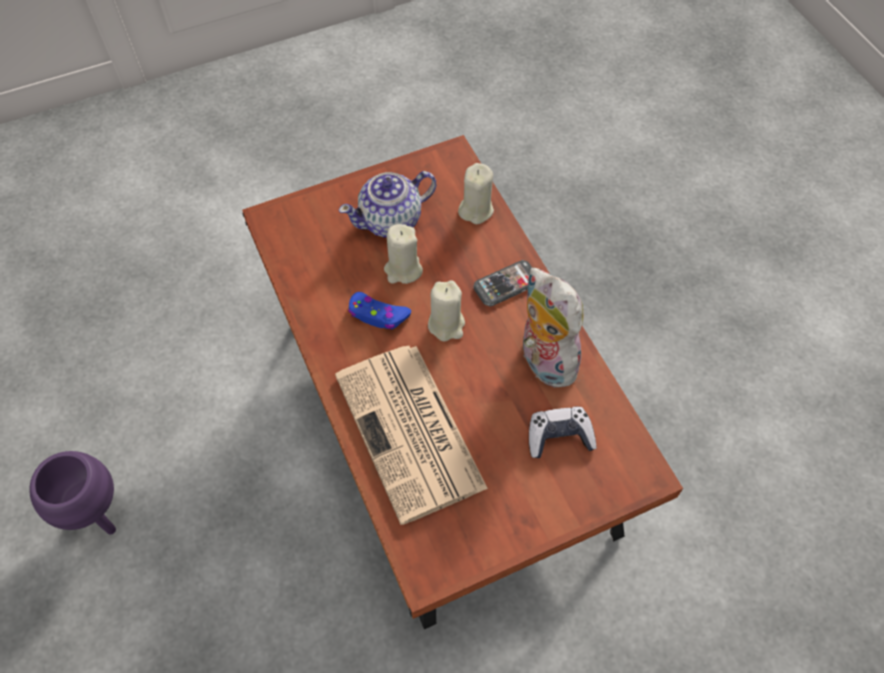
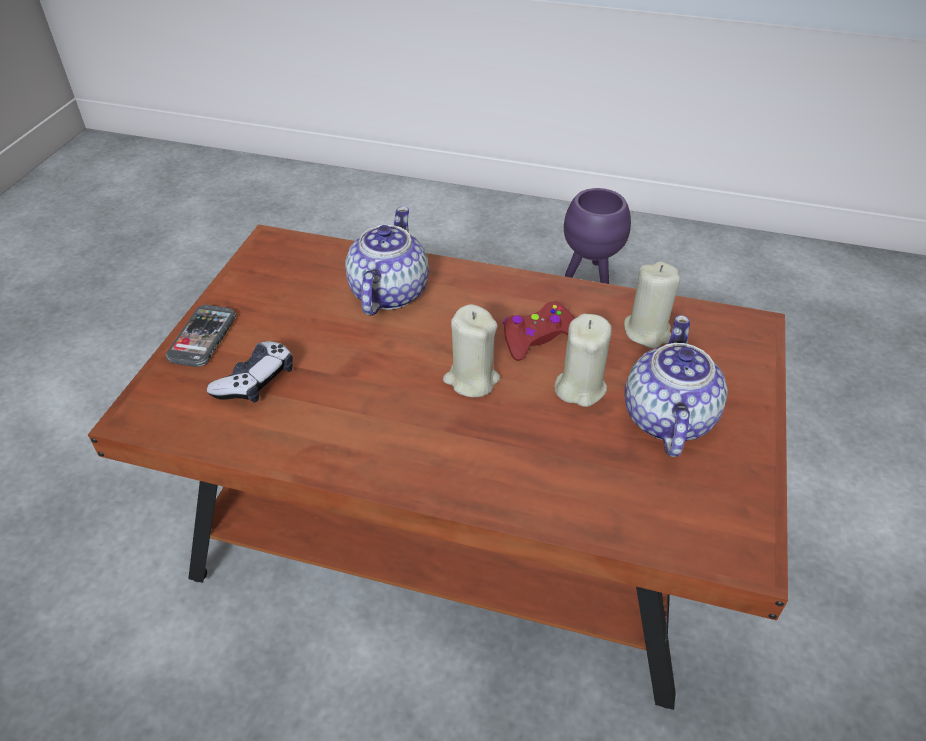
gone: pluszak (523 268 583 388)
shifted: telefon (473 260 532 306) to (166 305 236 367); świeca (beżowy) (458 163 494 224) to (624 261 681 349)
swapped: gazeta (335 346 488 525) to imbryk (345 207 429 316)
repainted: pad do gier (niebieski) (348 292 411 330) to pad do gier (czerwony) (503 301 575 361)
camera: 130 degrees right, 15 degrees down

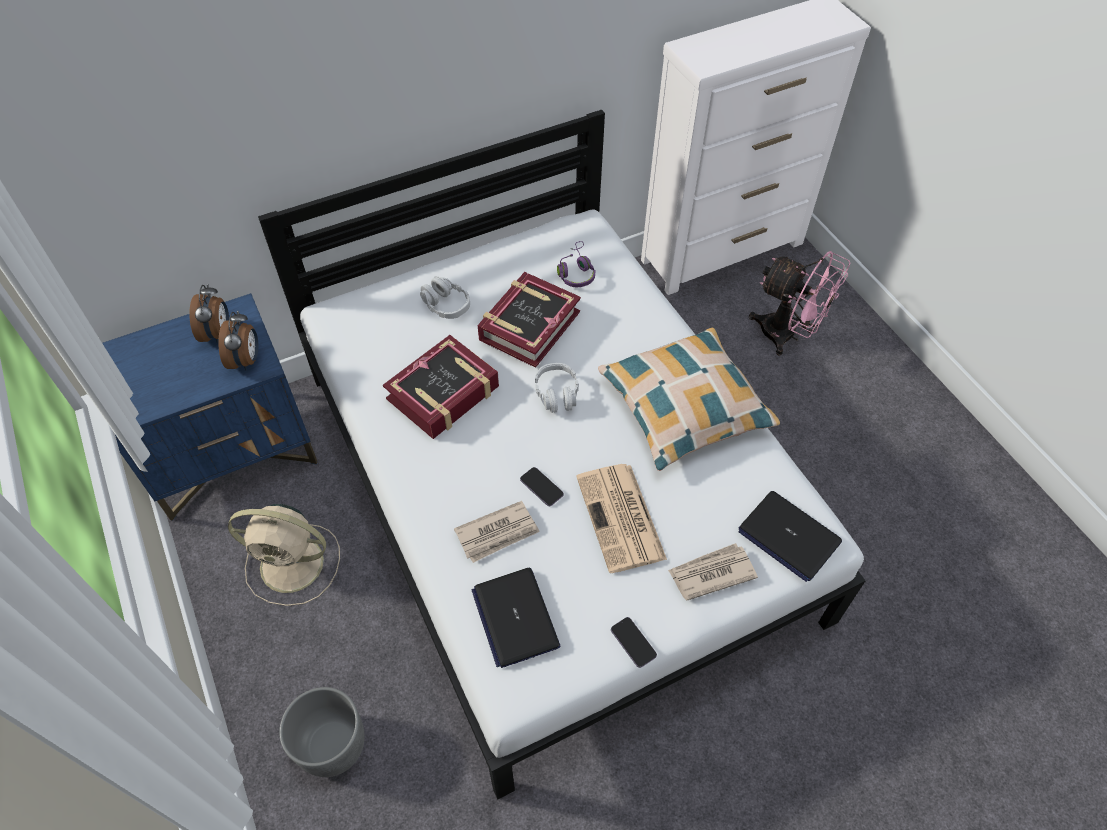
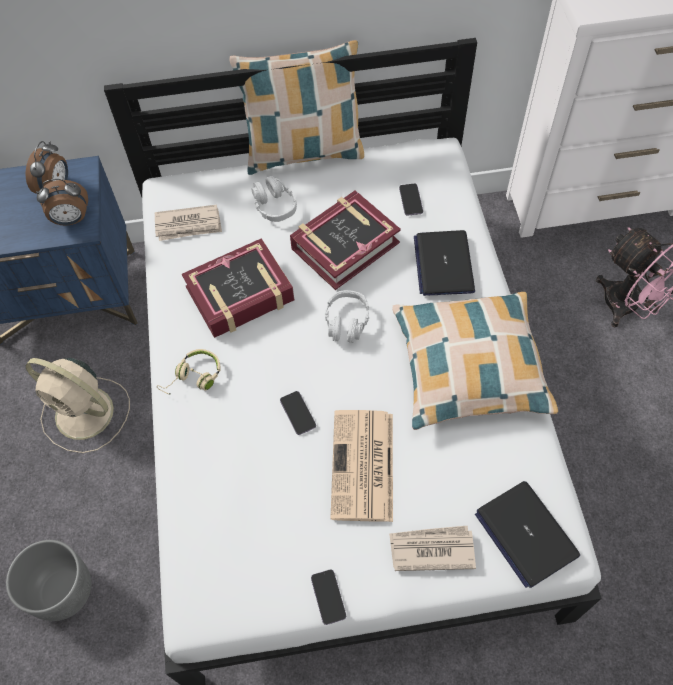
new: słuchawki (beżowy) (157 349 221 395); poduszka (230 40 364 175)
shifted: gazeta (454 501 540 563) to (155 205 222 241); laptop (472 568 560 668) to (414 230 475 296)
swapped: słuchawki (fioletowy) (557 241 595 287) to telefon (399 184 423 216)
rotated: budzik (218 311 258 370) = (36 179 88 226) 60 degrees clockwise
camera: 20 degrees right, 5 degrees up

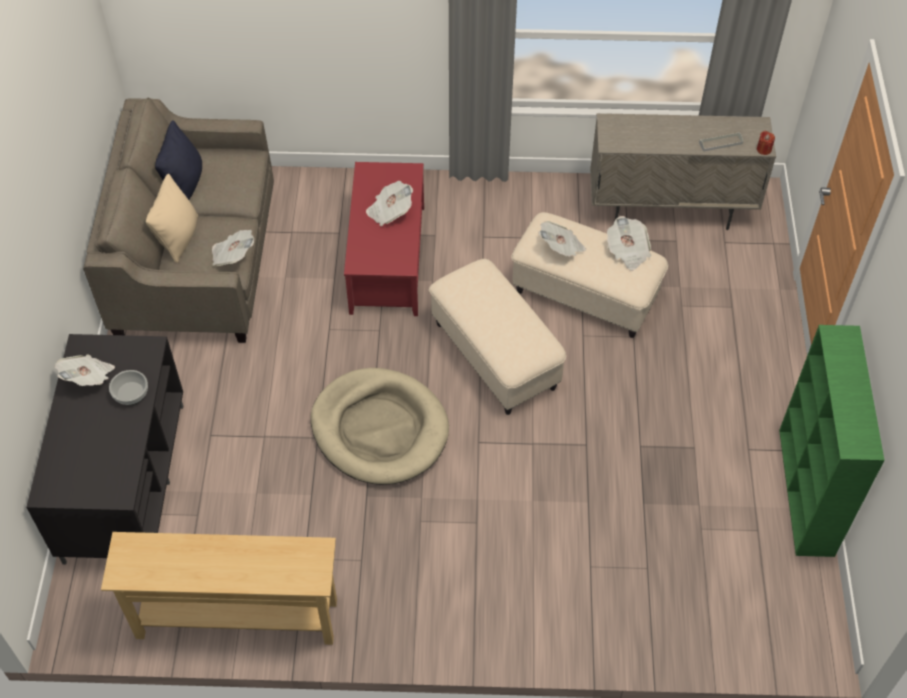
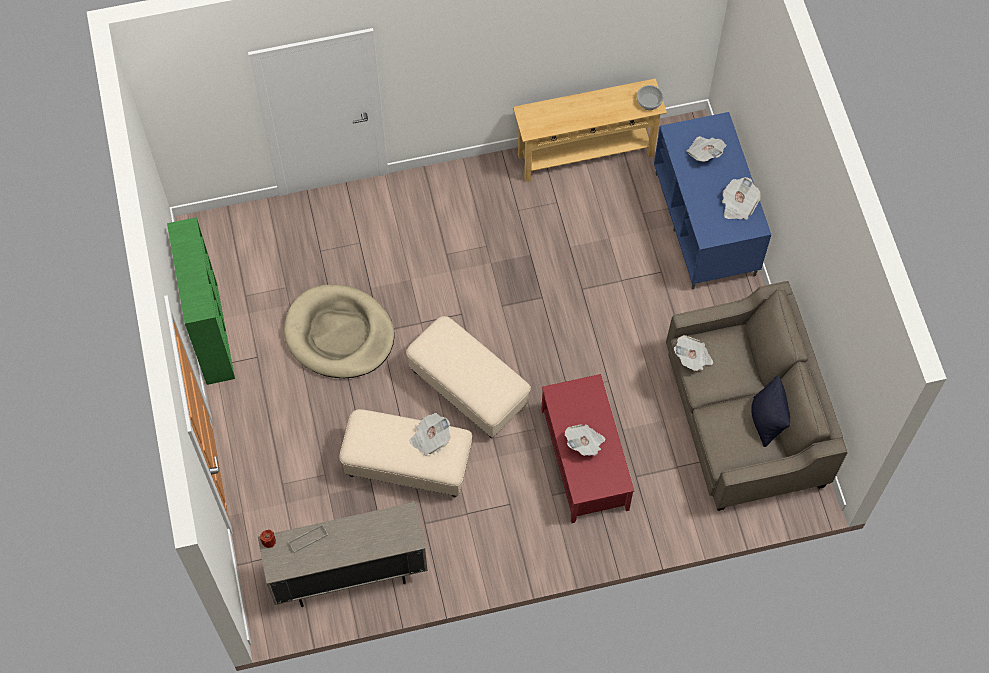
gone: poduszka (beżowy) (146 174 198 263)
shifted: legowisko (beżowy) (311 368 449 485) to (284 284 395 378); miska (109 370 148 405) to (637 85 664 110); gazeta (607 216 652 271) to (686 136 726 161)
repainted: szafka pod telewizor (czarny) (26 334 183 565) to szafka pod telewizor (niebieski) (654 112 771 289)
camera: 165 degrees right, 10 degrees up

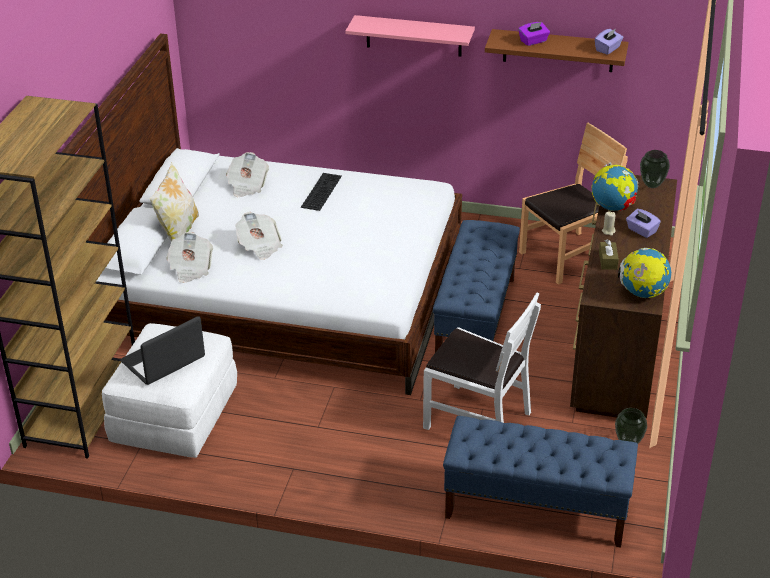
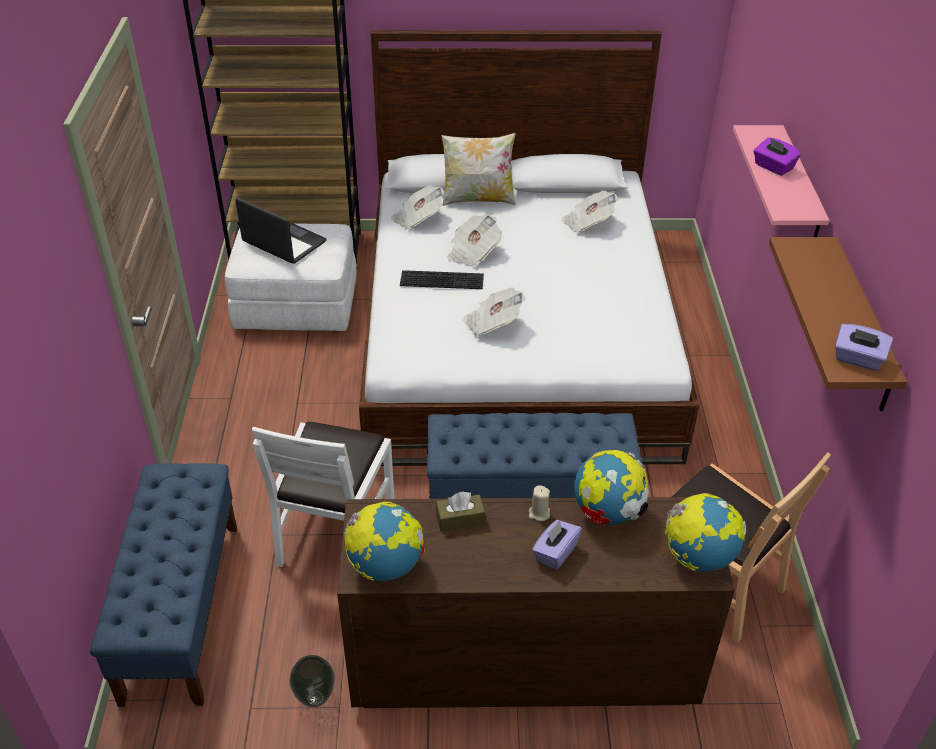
new: gazeta (463 287 525 336)
shifted: klawiatura (301 173 342 211) to (400 270 484 289); pudełko chusteczek (fioletowy) (518 22 550 46) to (754 137 801 176)
swapped: wazon (640 150 670 188) to globus (666 493 746 572)
camera: 75 degrees right, 5 degrees up

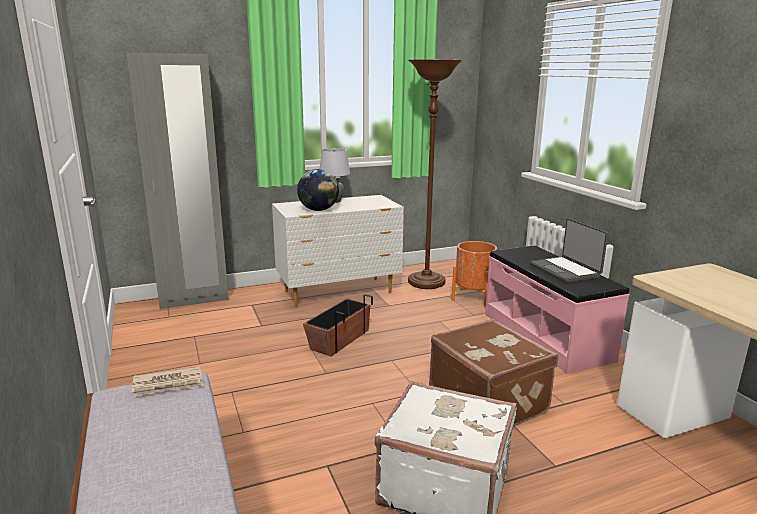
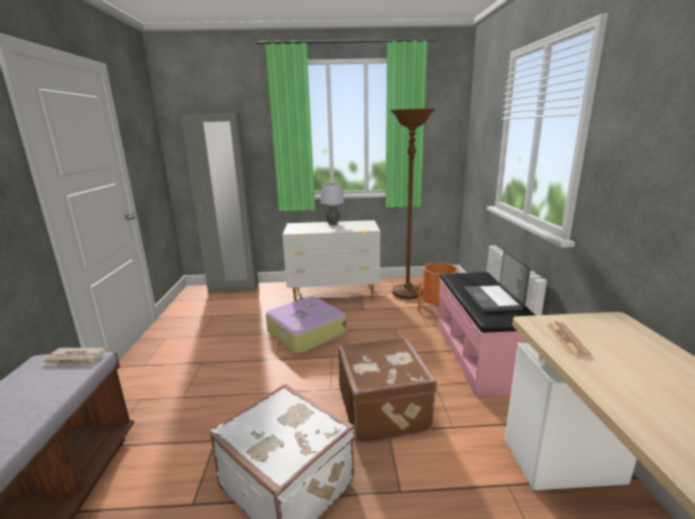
gone: globus (297 169 339 211)
new: gazeta (547 322 591 356)
swapped: donica (303 294 373 356) to walizka (266 296 347 354)
camera: 20 degrees right, 0 degrees up

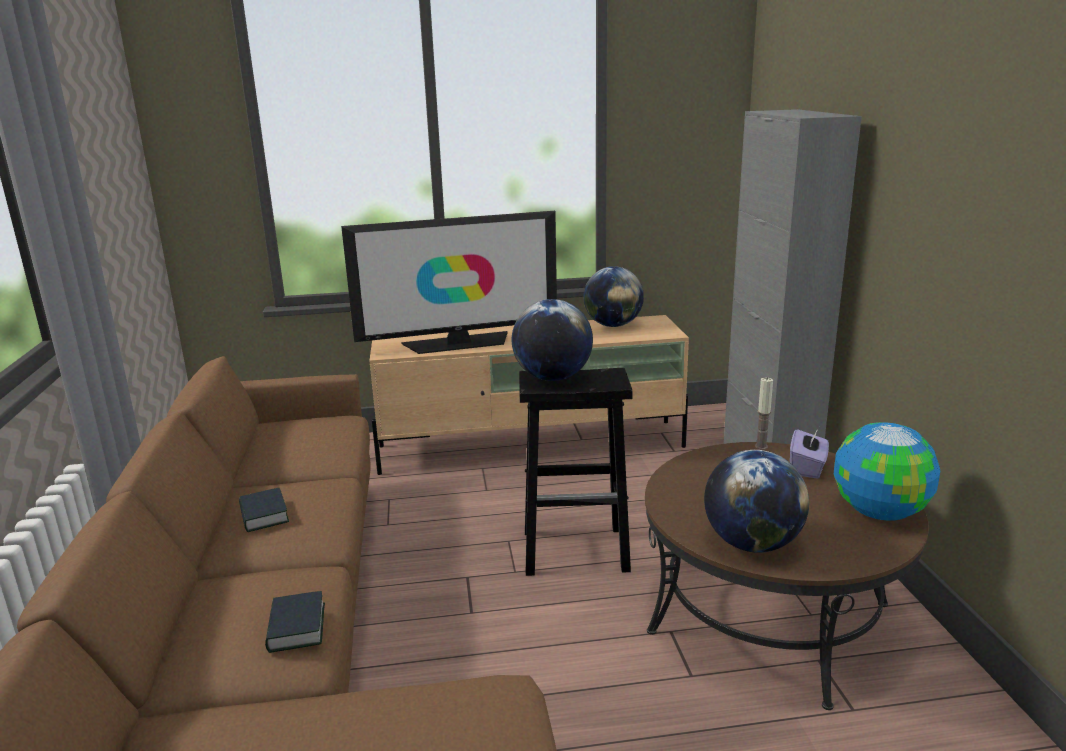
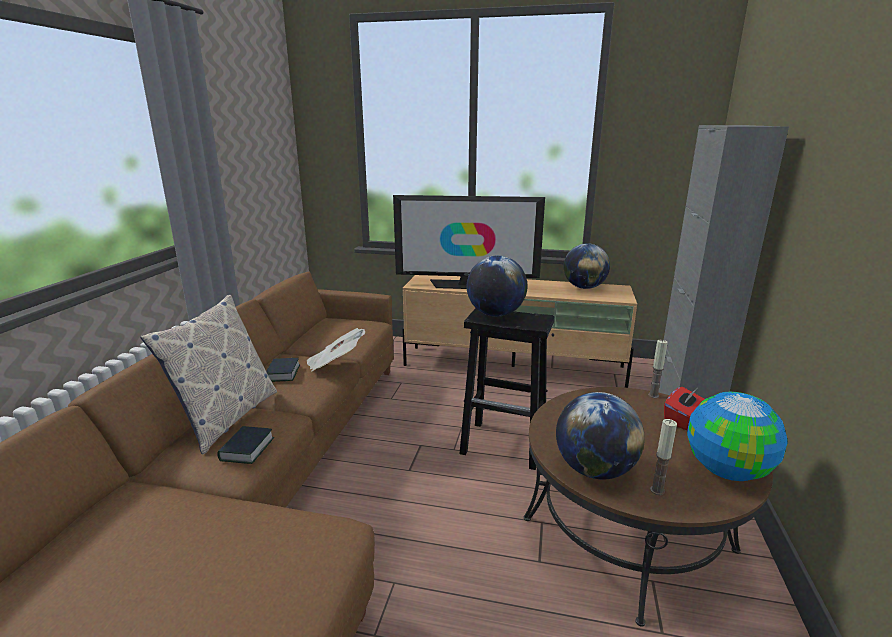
new: poduszka (140 295 277 455); gazeta (306 328 365 371); świeca (650 419 677 495)
repainted: pudełko chusteczek (fioletowy) (790 427 829 479) to pudełko chusteczek (czerwony) (664 387 704 430)
camera: 20 degrees right, 0 degrees up

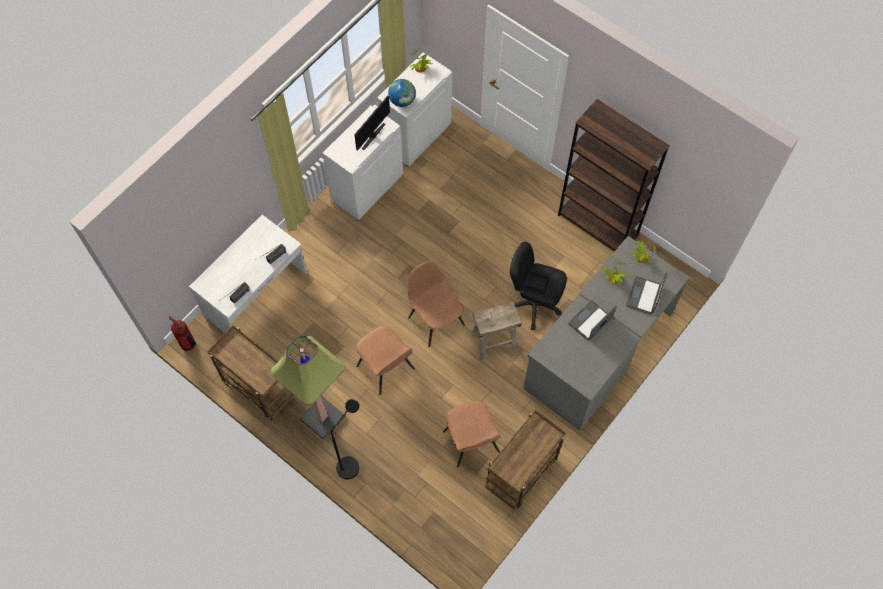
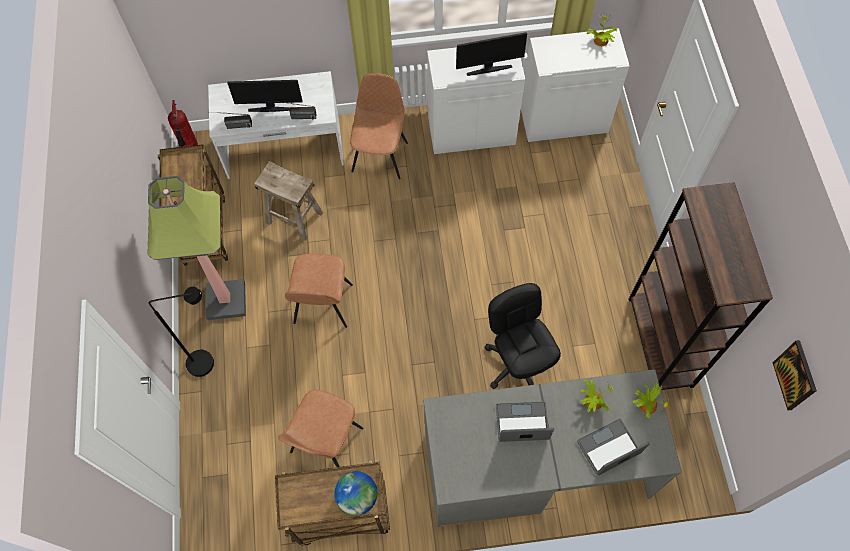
new: monitor (227 80 303 112); obraz (773 340 817 411)
shifted: stołek (beżowy) (471 302 521 360) to (254 161 323 241); globus (388 79 416 107) to (334 471 377 516); krzesło (brązowy) (408 260 465 347) to (350 73 408 179)
camera: 45 degrees right, 0 degrees up

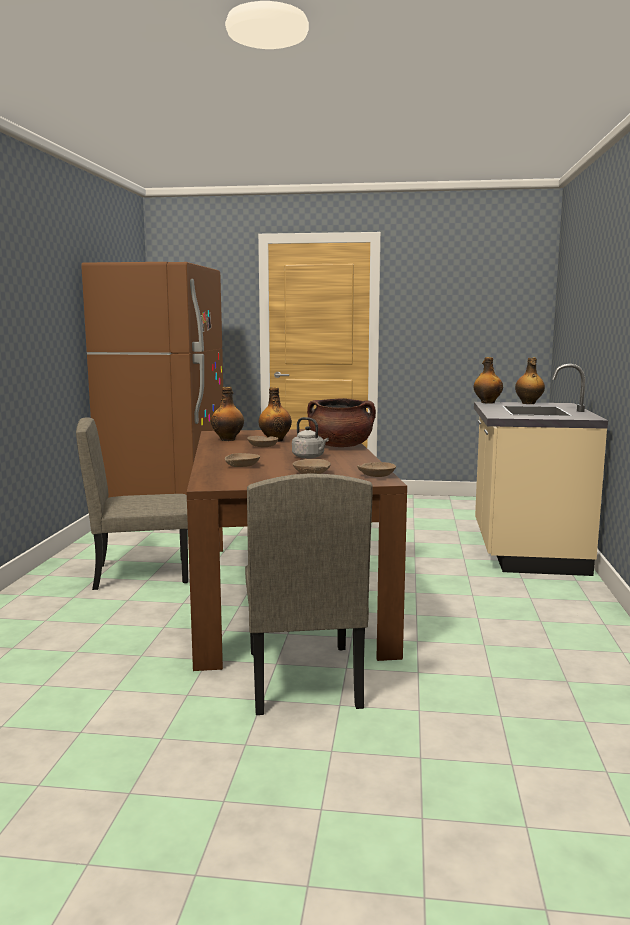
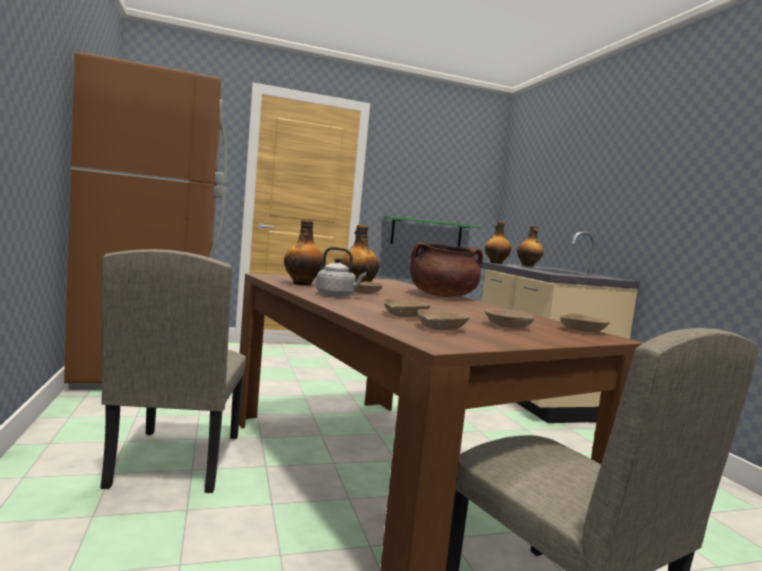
new: półka (zielony) (384 216 481 247); miska (beżowy) (417 309 470 330)
shifted: czajnik (szary) (292 417 329 459) to (316 247 366 297)
rotated: krzesło (beżowy) (76 417 188 590) = (100 249 246 493) 60 degrees counterclockwise
camera: 25 degrees left, 5 degrees down

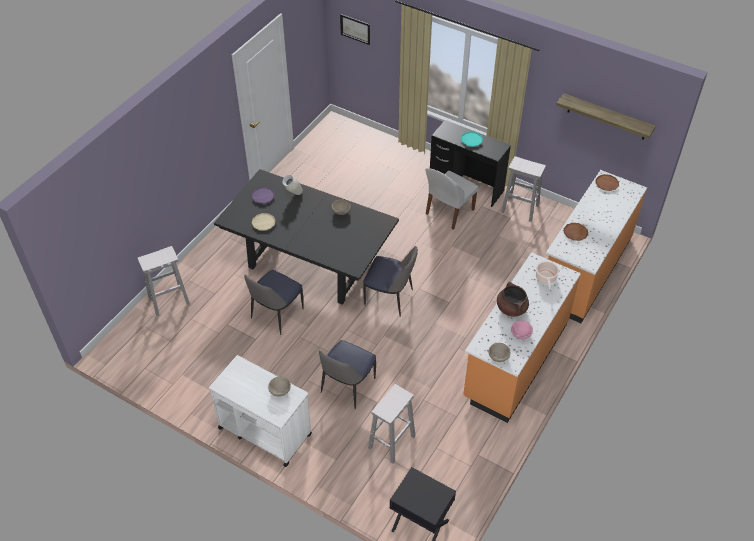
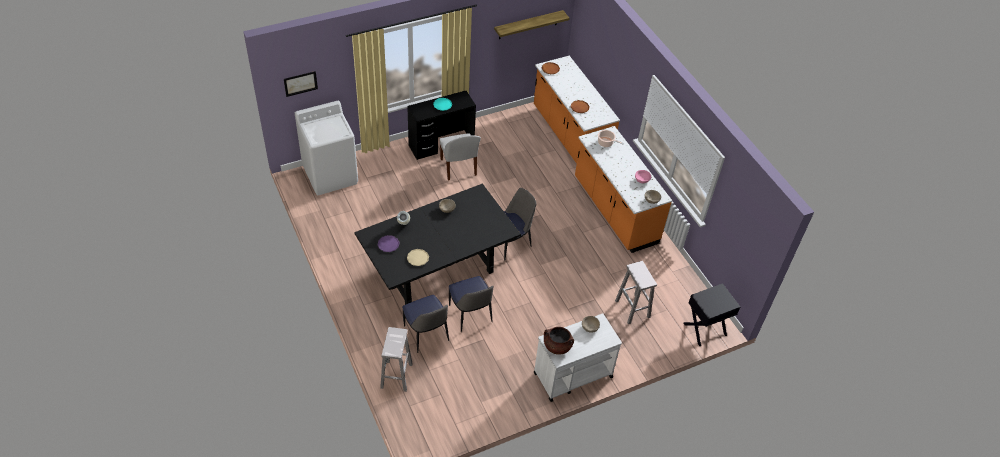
gone: stołek (biały) (501 156 546 222)
new: pralka (biały) (295 101 358 195)
shifted: krzesło (319 340 376 409) to (402 295 449 353); garnek (brązowy) (497 282 529 317) to (544 327 574 355)
camera: 60 degrees left, 0 degrees up

